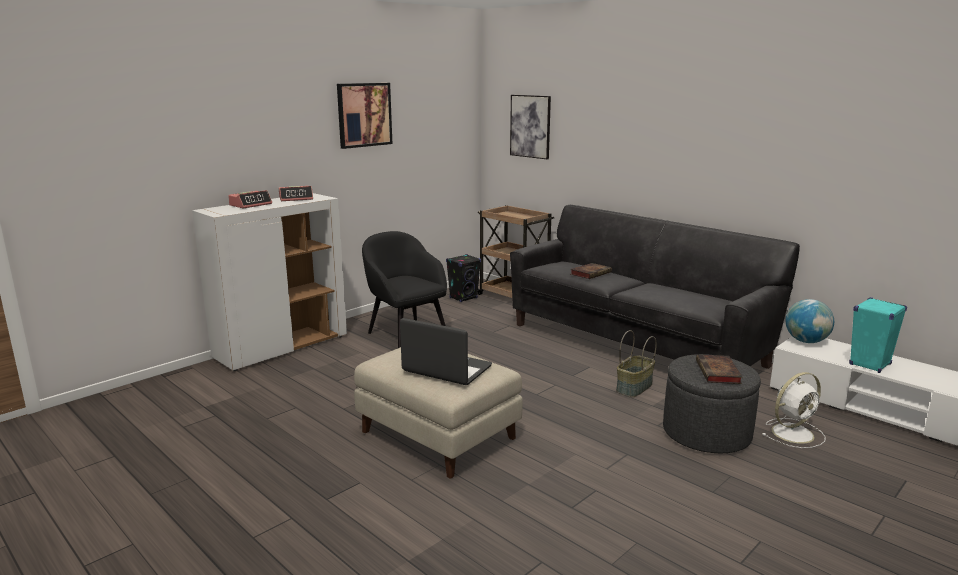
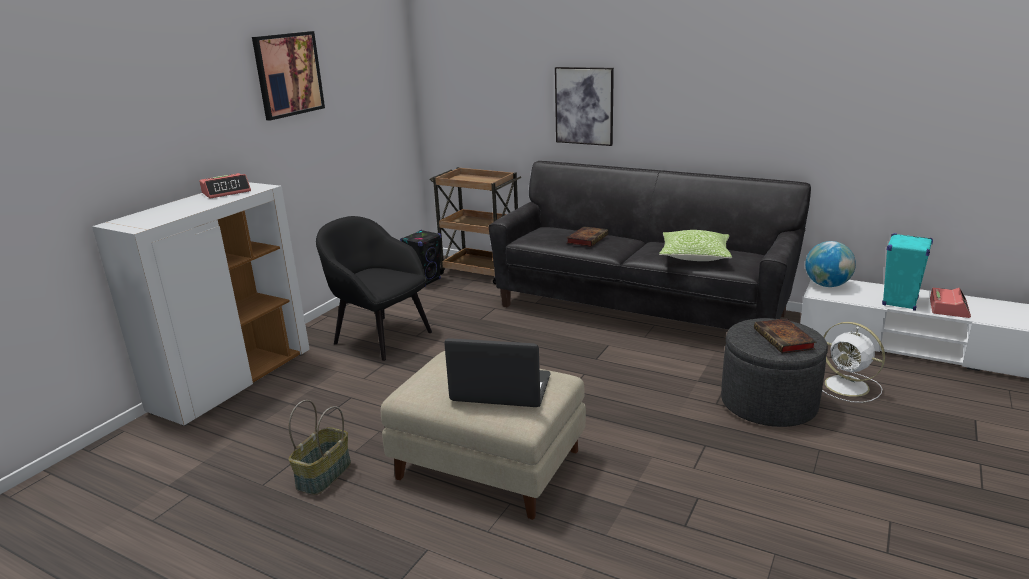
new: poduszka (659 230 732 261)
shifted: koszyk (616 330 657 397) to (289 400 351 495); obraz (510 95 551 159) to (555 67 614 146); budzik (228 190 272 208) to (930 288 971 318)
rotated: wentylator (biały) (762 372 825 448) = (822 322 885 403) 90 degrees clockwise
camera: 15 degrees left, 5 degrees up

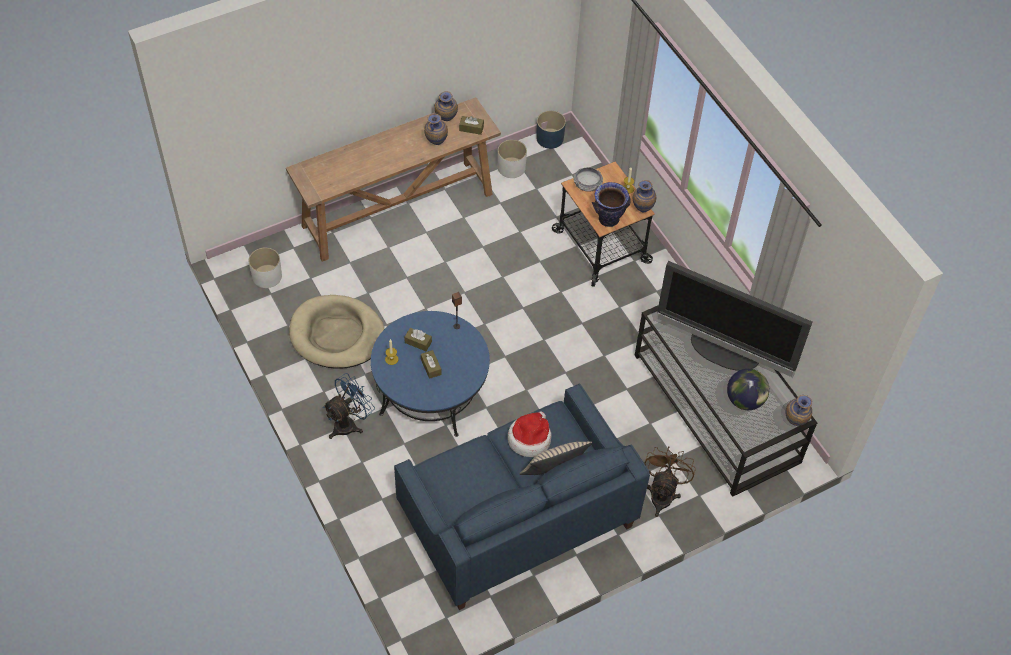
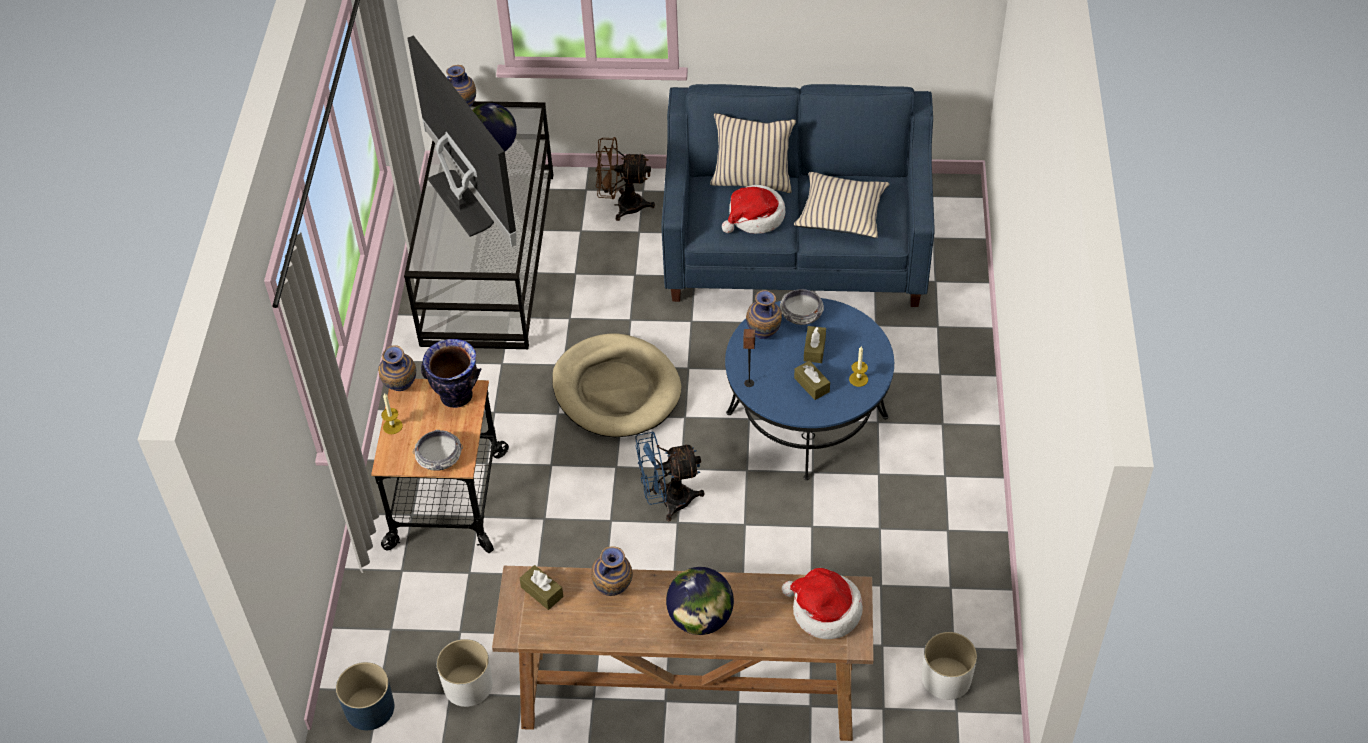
new: globus (666 567 734 635); miska (780 289 824 325); kapelusz (782 568 863 639); poduszka (beżowy) (794 172 890 238)
shifted: legowisko (beżowy) (289 295 384 369) to (552 333 681 437); wentylator (niebieski) (323 373 375 439) to (636 431 705 521); wazon (435 91 458 121) to (746 290 782 339)
rotated: wentylator (brązowy) (644 447 696 517) = (595 137 655 221) 45 degrees clockwise
camera: 145 degrees left, 5 degrees down

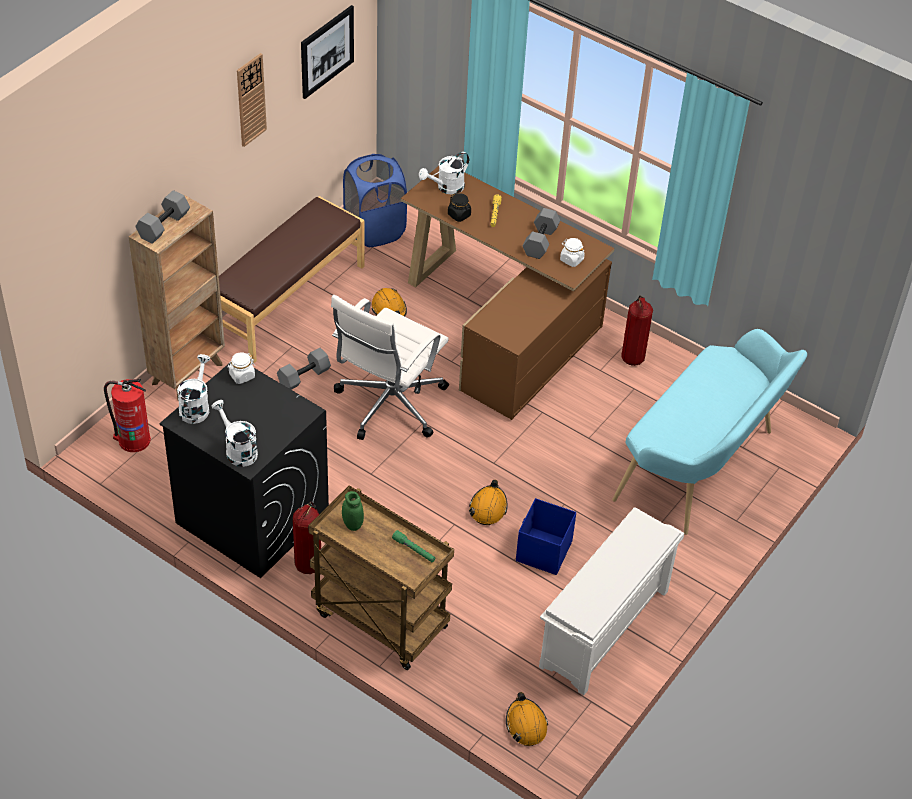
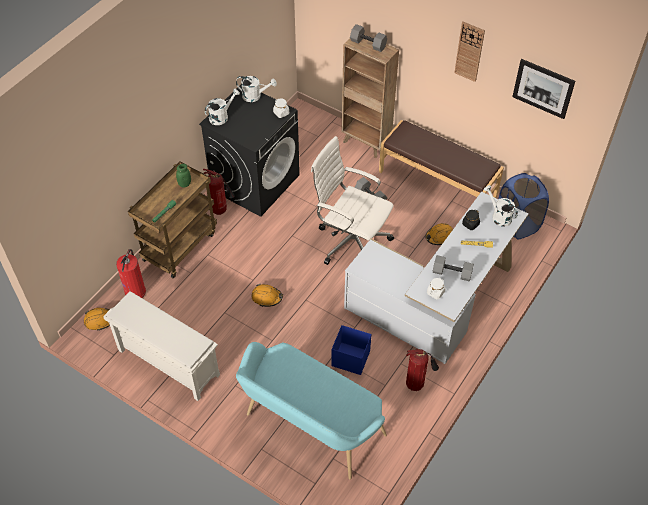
shifted: gaśnica (104 379 151 452) to (116 249 146 298); pojemnik do przechowywania (niebieski) (516 498 576 575) to (331 325 372 375)
repainted: biurko (brązowy) (401 166 615 420) to biurko (biały) (344 191 528 364)
camera: 90 degrees right, 5 degrees up

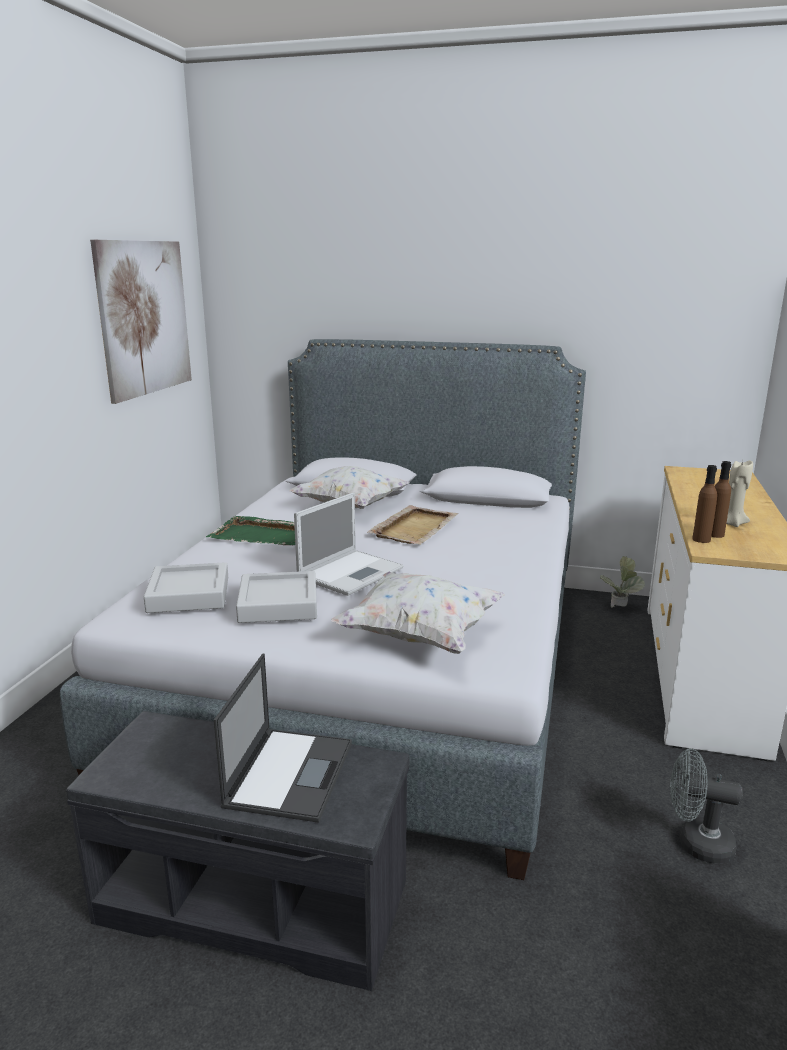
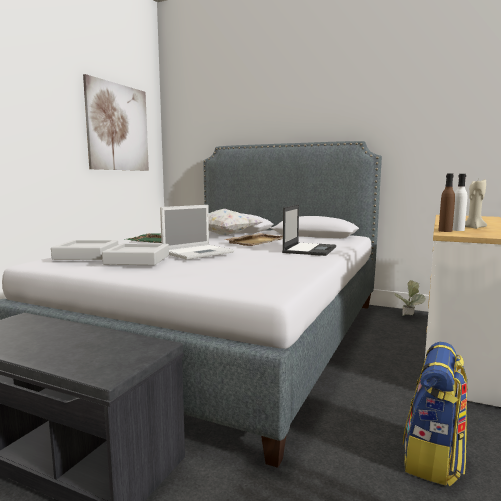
gone: poduszka (biały) (331 571 505 654)
shifted: laptop (214 653 352 823) to (282 204 336 256)
swapped: wentylator (szary) (670 748 743 864) to plecak (403 342 468 487)
repainted: butelka (brązowy) (711 461 731 538) to butelka (biały) (453 174 467 231)
camera: 10 degrees right, 10 degrees down

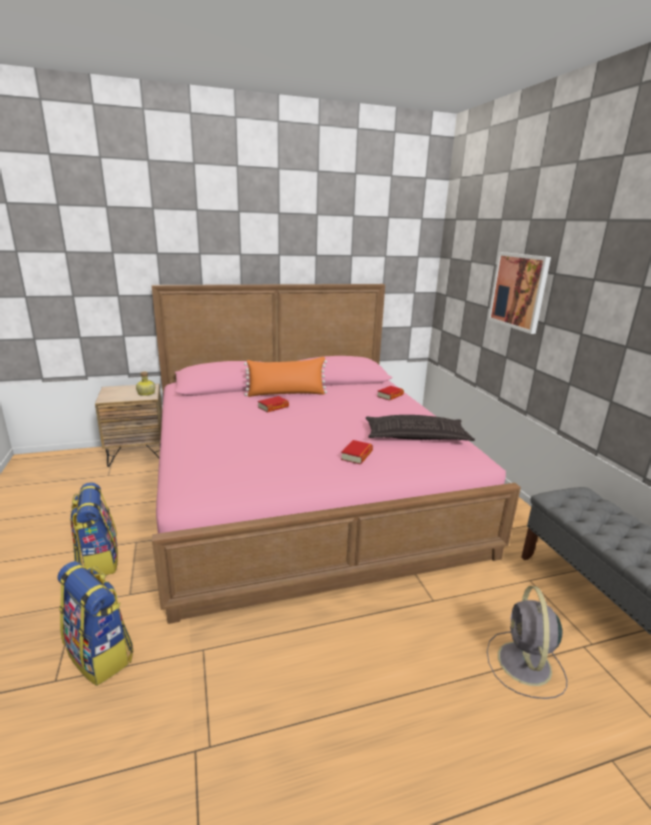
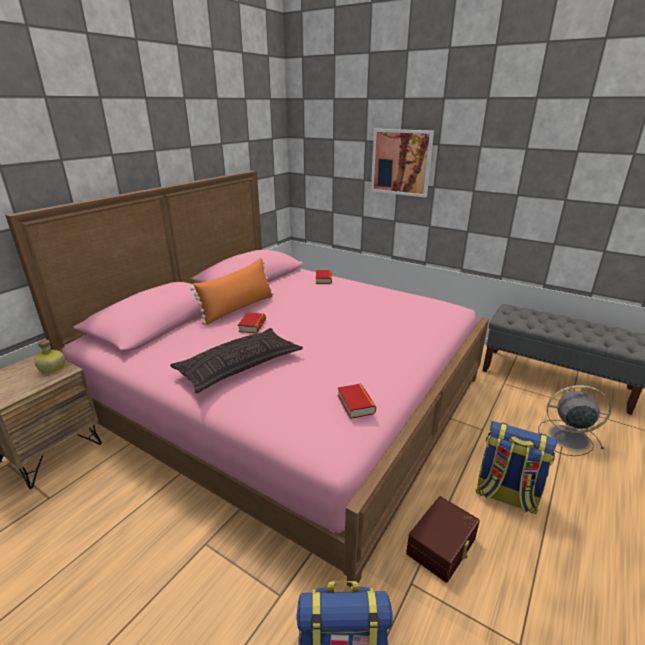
new: pojemnik do przechowywania (brązowy) (406 496 480 583)
shifted: poduszka (366 415 475 441) to (170 328 303 393); książka (341 440 373 464) to (338 384 376 419); plecak (70 482 118 575) to (476 421 558 514)
rotated: wentylator (szary) (487 586 567 699) = (539 385 611 456) 135 degrees clockwise
camera: 40 degrees left, 5 degrees up

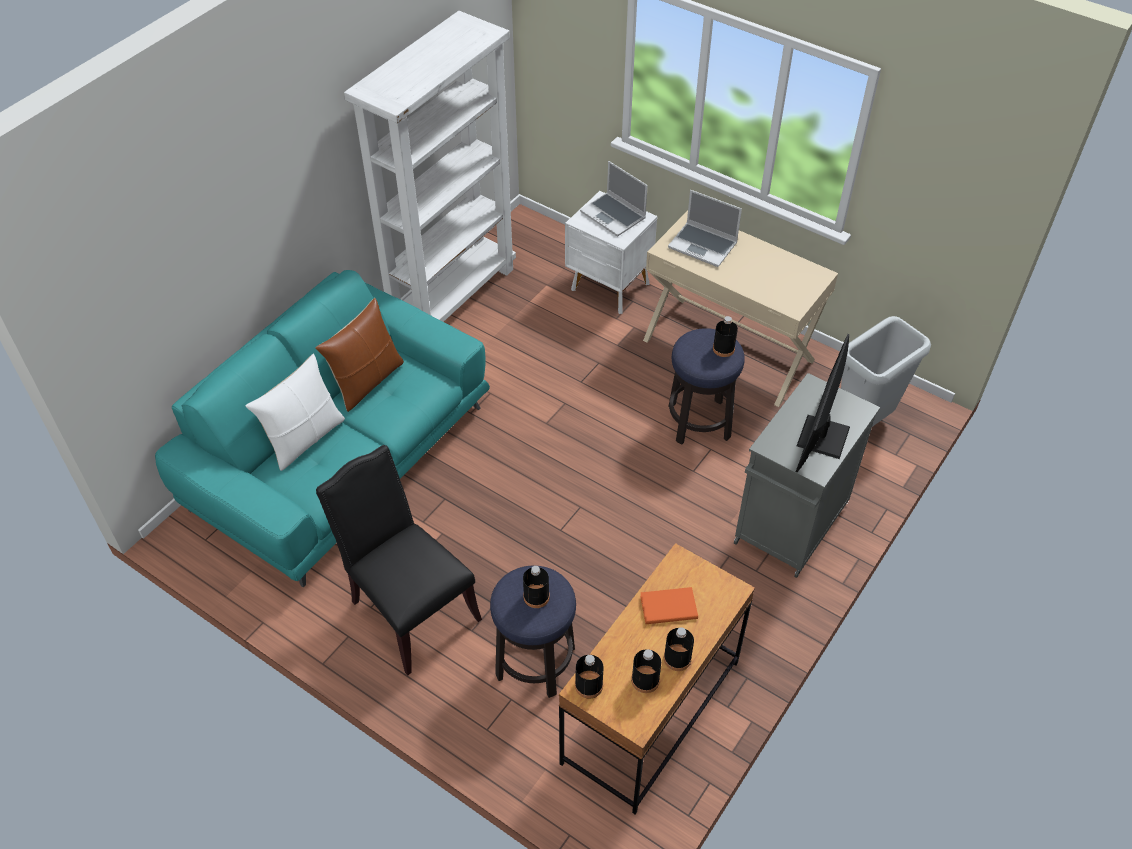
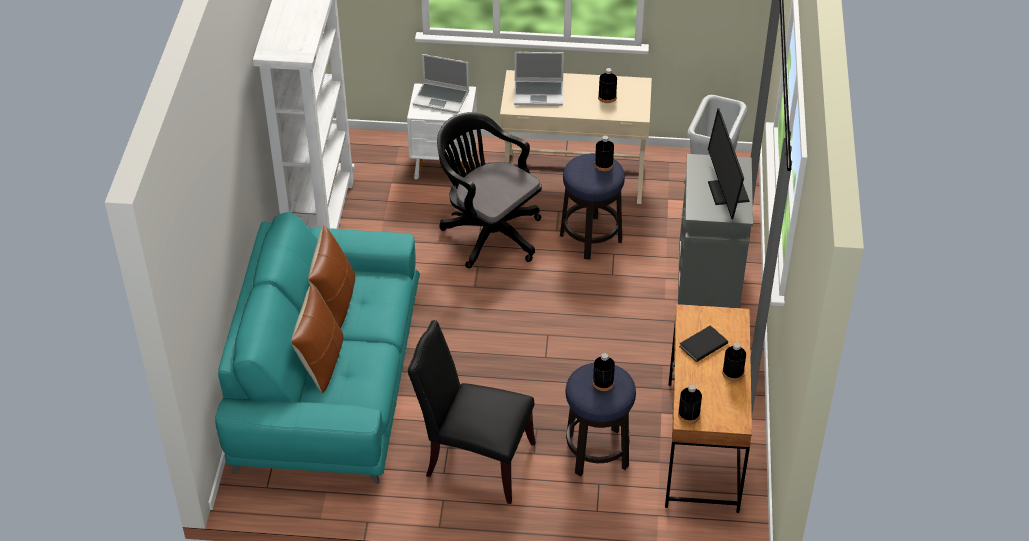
new: krzesło biurowe (czarny) (437 112 542 268)
shifted: butelka (czarny) (631 649 661 693) to (598 68 617 103)
repainted: poduszka (biały) (245 354 345 471) to poduszka (brązowy) (291 284 343 393); książka (pomarańczowy) (640 587 698 624) to książka (czarny) (679 325 728 362)
camera: 30 degrees left, 5 degrees down

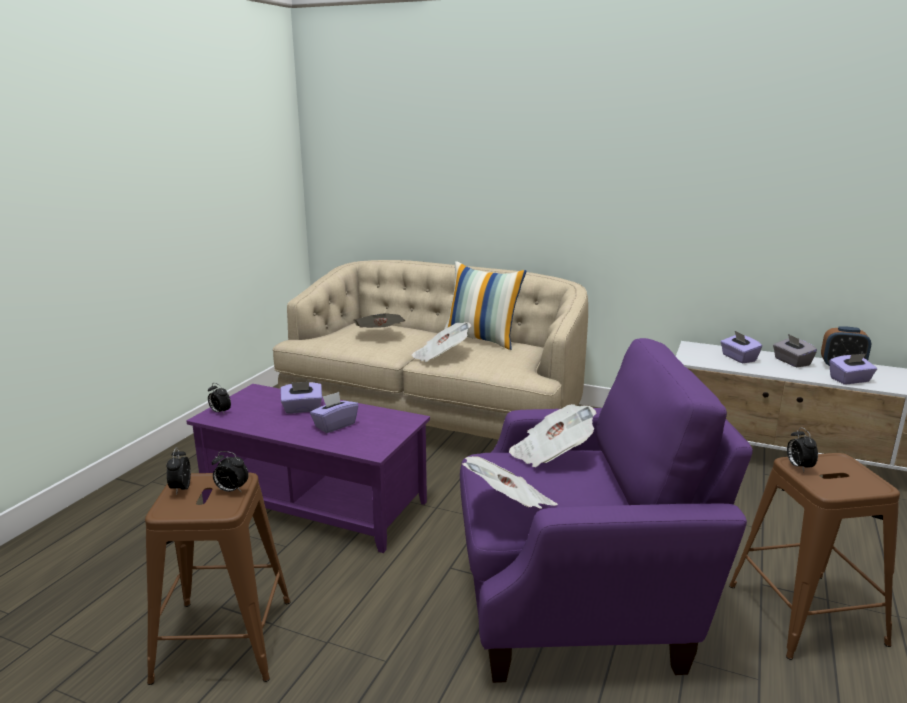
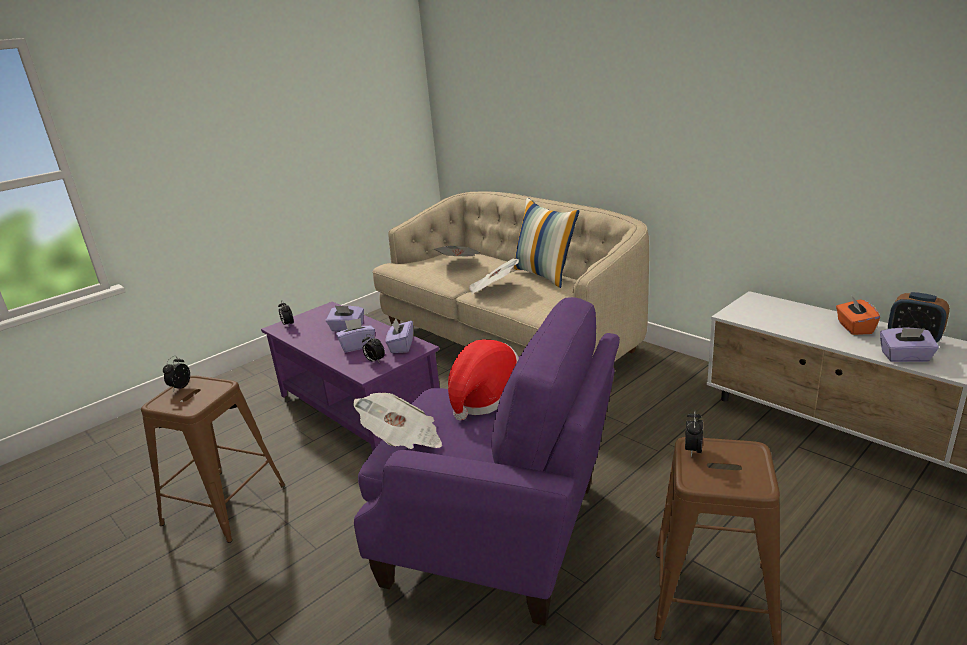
shifted: budzik (211 451 249 493) to (362 334 385 363); pudełko chusteczek (fioletowy) (721 331 762 364) to (386 318 413 353)
swapped: gazeta (509 404 596 467) to kapelusz (448 340 519 421)
repainted: pudełko chusteczek (szary) (773 334 817 367) to pudełko chusteczek (pomarańczowy) (836 296 880 335)
camera: 25 degrees right, 5 degrees up

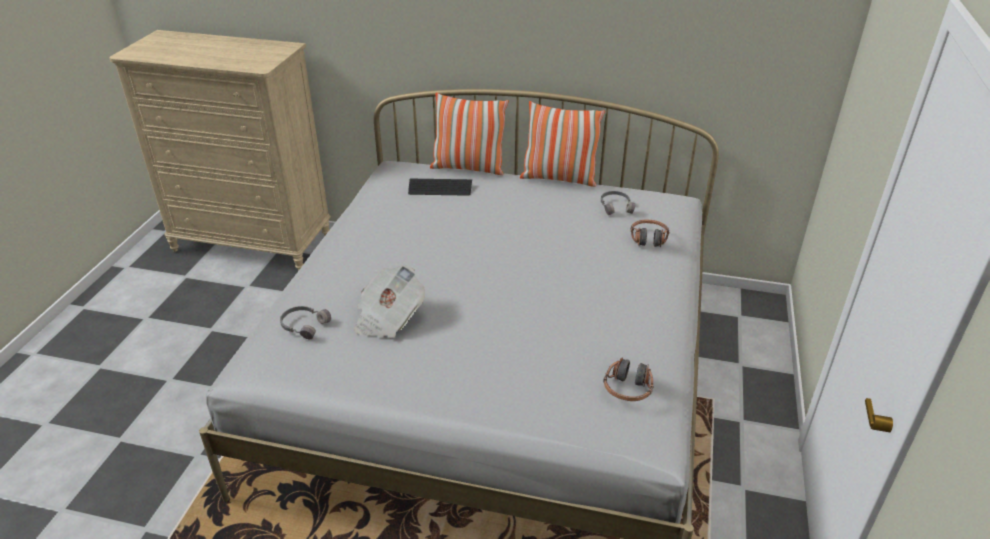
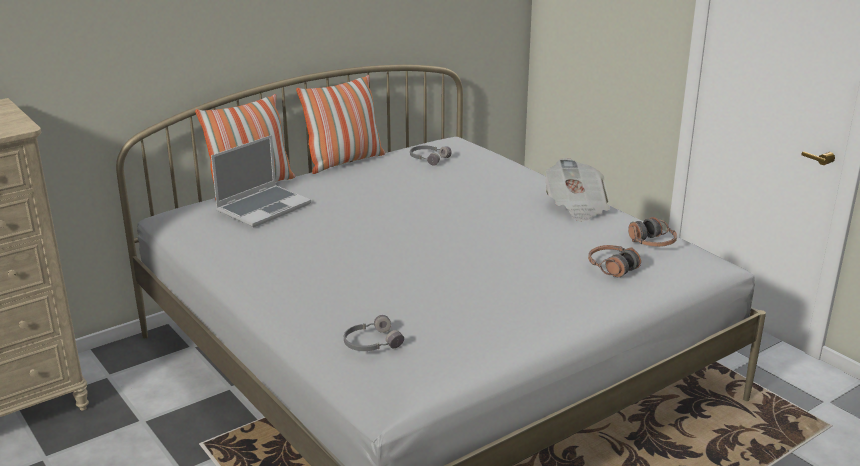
shifted: gazeta (354 266 425 338) to (546 158 610 222); słuchawki (631 220 669 247) to (588 245 641 277)
swapped: klawiatura (408 179 472 196) to laptop (211 135 311 227)
camera: 50 degrees left, 10 degrees down

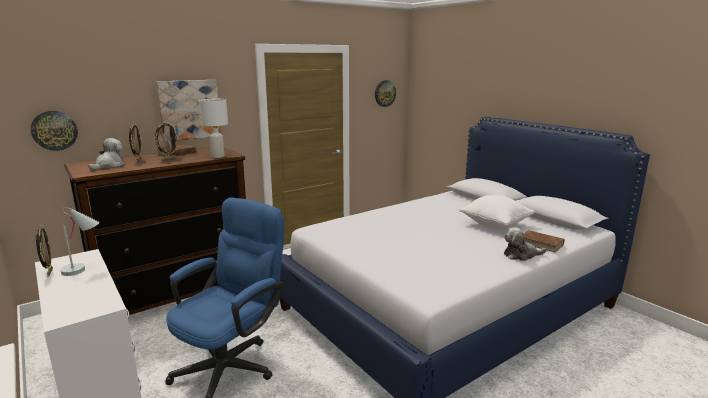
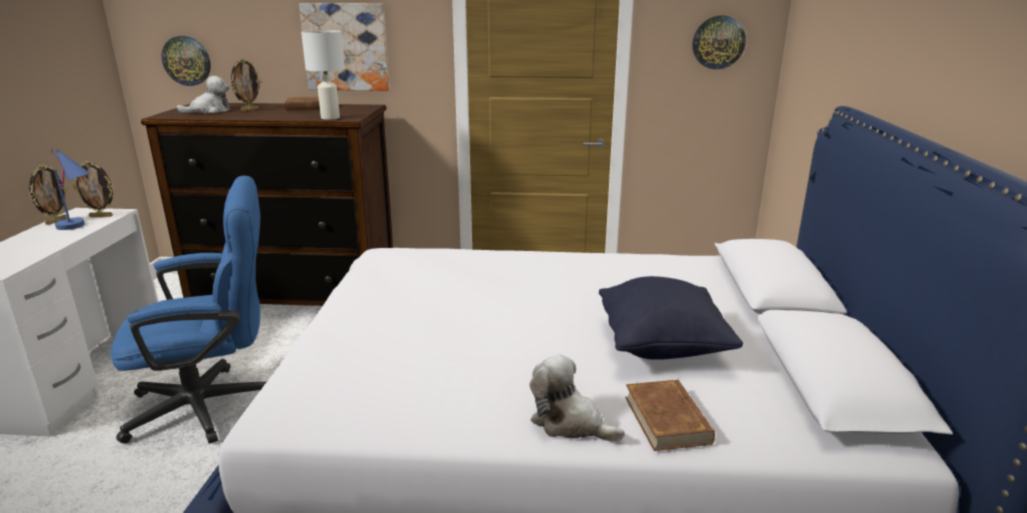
shifted: ramka na zdjęcie (154 122 179 160) to (73 161 114 217)
repainted: lampa stołowa (biały) (61 207 99 276) to lampa stołowa (niebieski) (51 148 90 230); poduszka (biały) (459 195 534 230) to poduszka (czarny) (599 276 743 360)
camera: 40 degrees right, 5 degrees up

